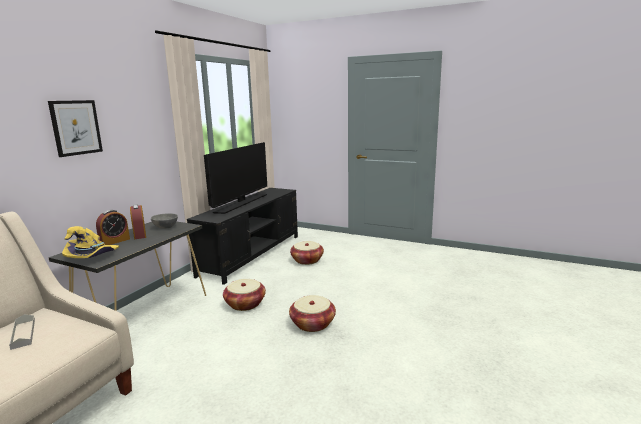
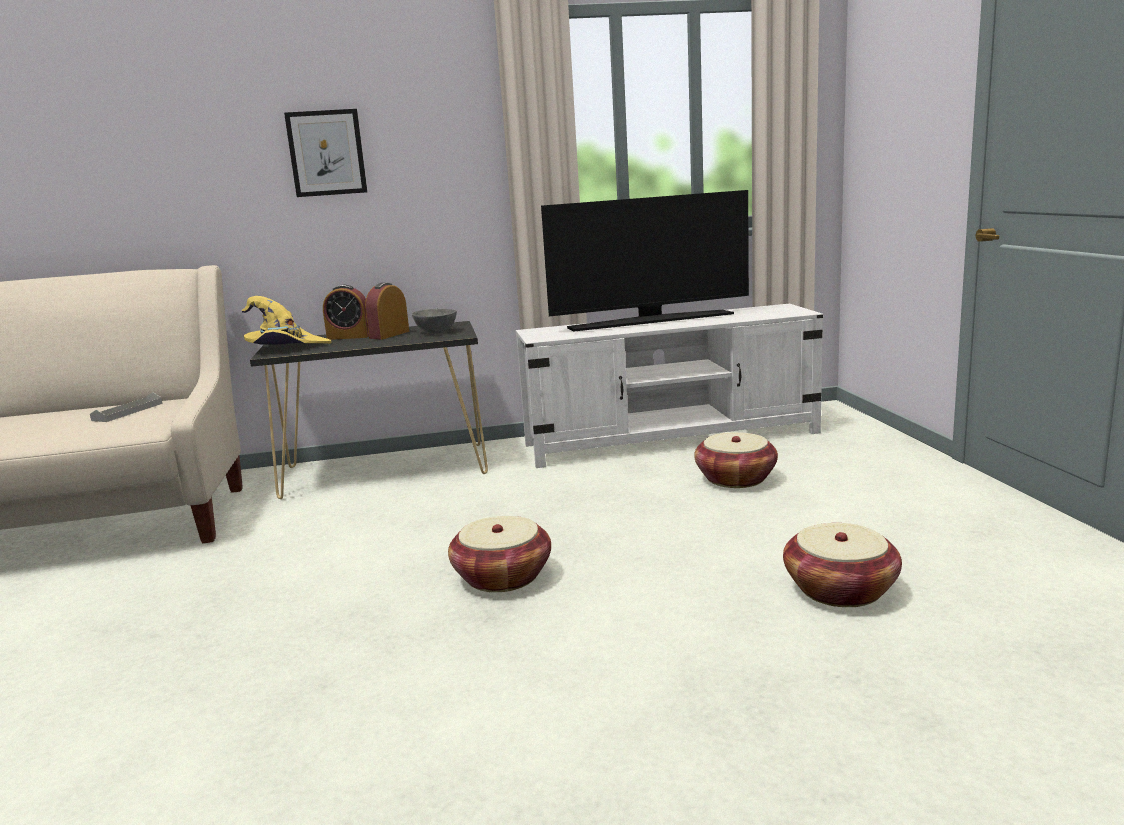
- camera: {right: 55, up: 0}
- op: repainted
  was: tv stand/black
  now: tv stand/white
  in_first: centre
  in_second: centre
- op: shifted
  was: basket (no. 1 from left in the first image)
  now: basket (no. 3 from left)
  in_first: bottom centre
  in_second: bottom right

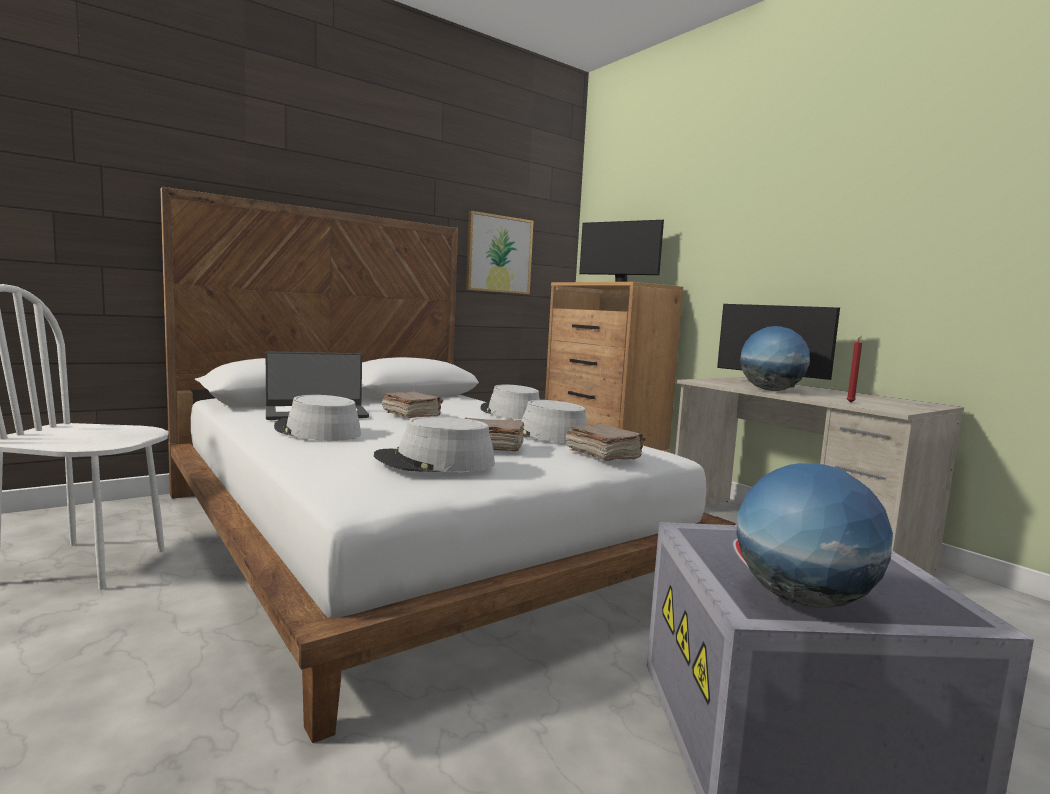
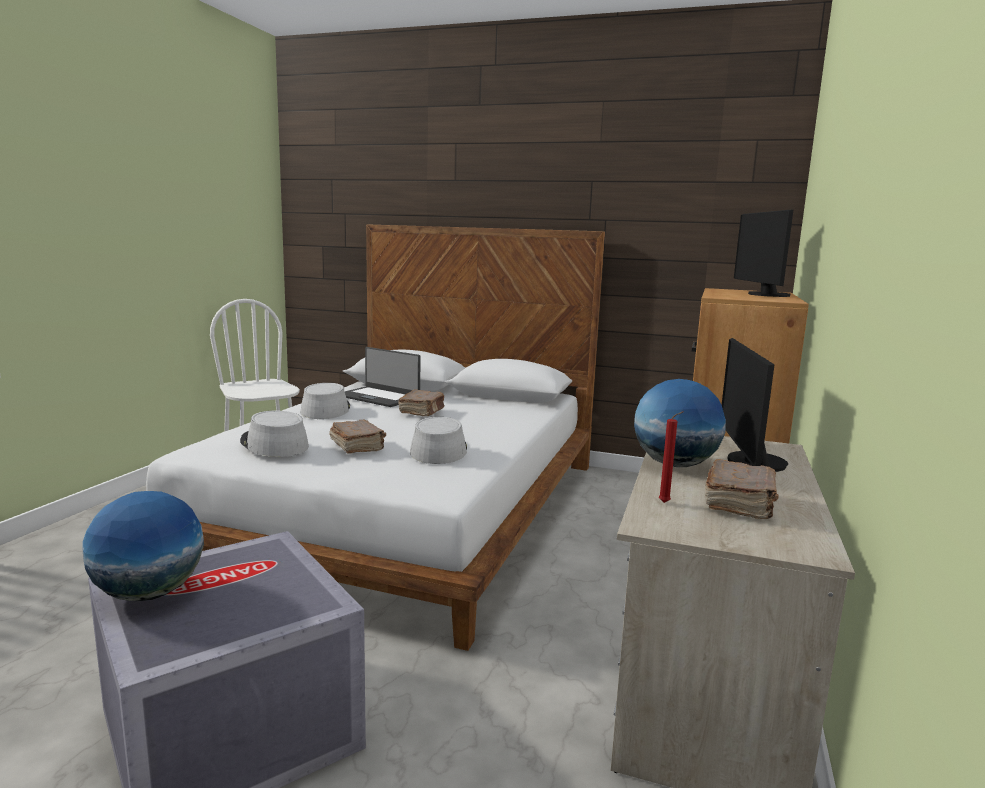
- camera: {right: 55, up: 5}
- op: gone
  was: picture
  in_first: top centre
- op: gone
  was: hat/grey (no. 3 from left)
  in_first: centre
- op: shifted
  was: book/brown (no. 3 from left)
  in_first: centre
  in_second: middle right

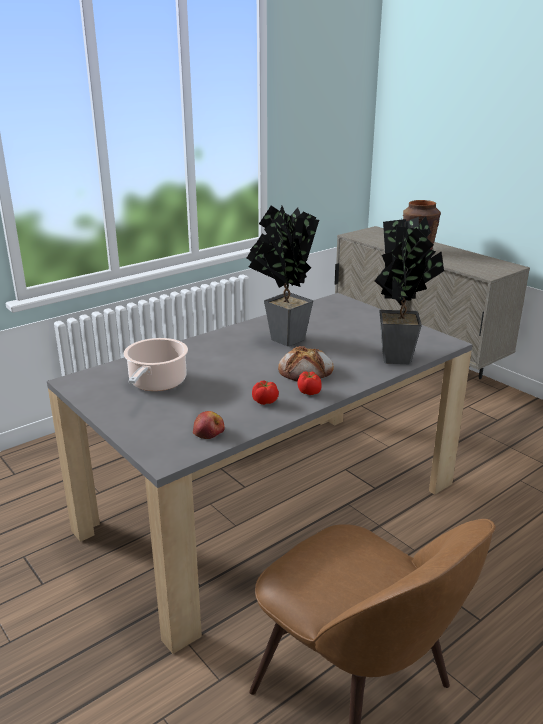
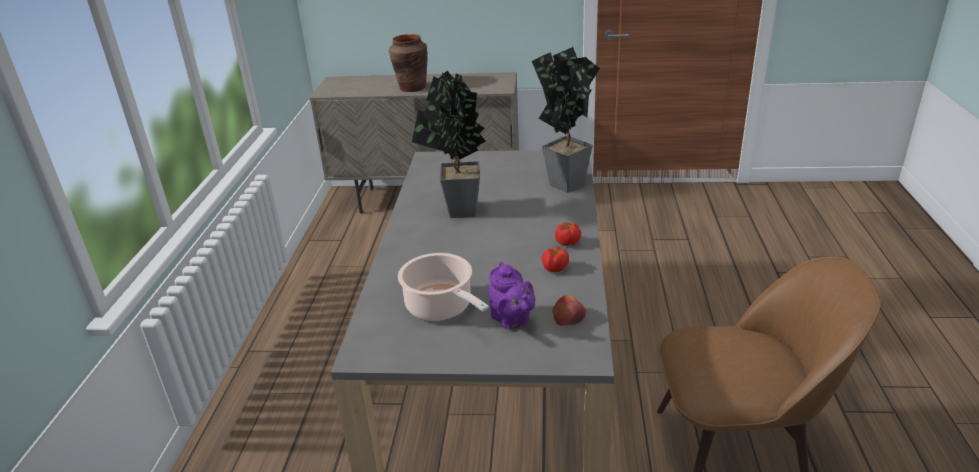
- camera: {right: -45, up: 5}
- op: gone
  was: bread
  in_first: centre
- op: new
  now: teapot/purple
  in_second: centre

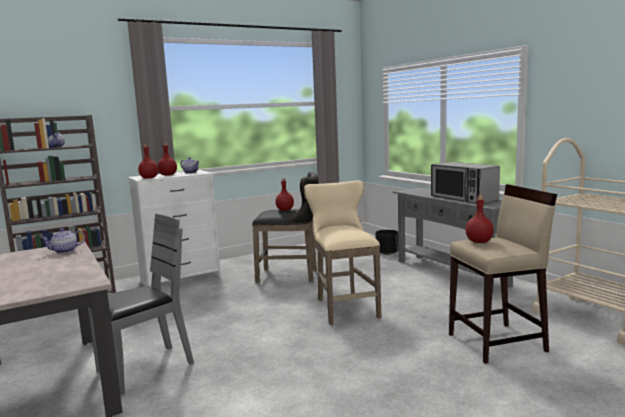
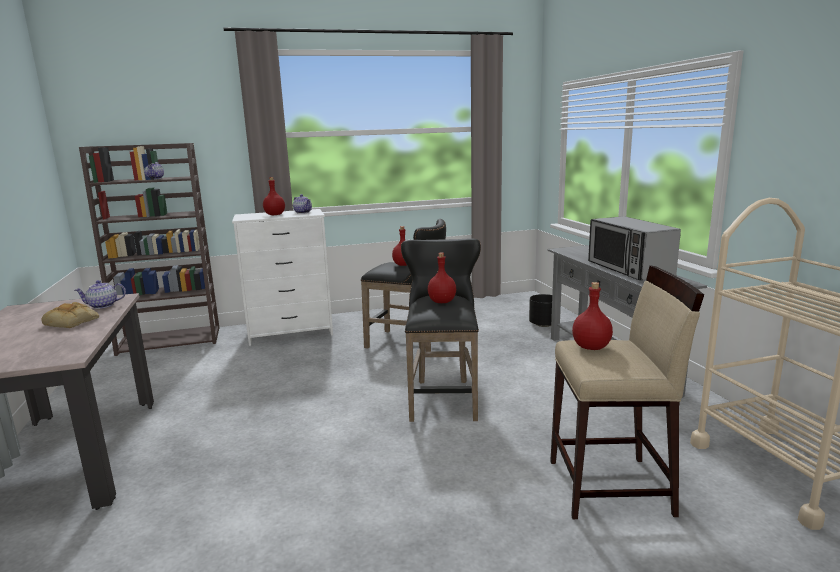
- camera: {right: 15, up: 5}
- op: shifted
  was: bottle/red (no. 1 from left in the first image)
  now: bottle/red (no. 3 from left)
  in_first: middle left
  in_second: centre
- op: repainted
  was: stool/beige (no. 1 from left)
  now: stool/black (no. 2 from left)
  in_first: centre
  in_second: centre
- op: gone
  was: chair/grey
  in_first: bottom left
- op: new
  now: bread
  in_second: middle left

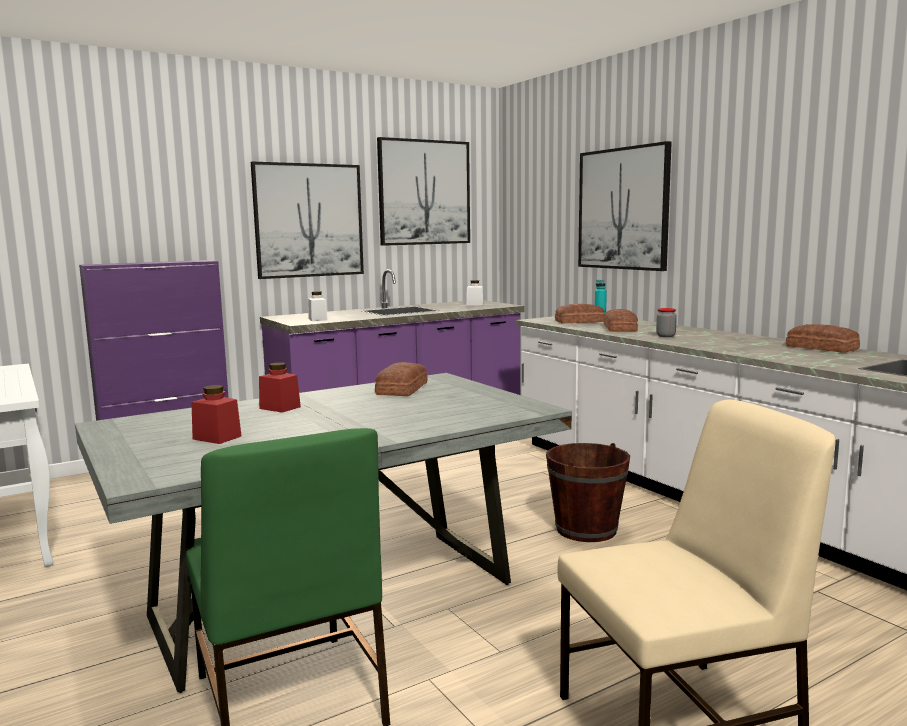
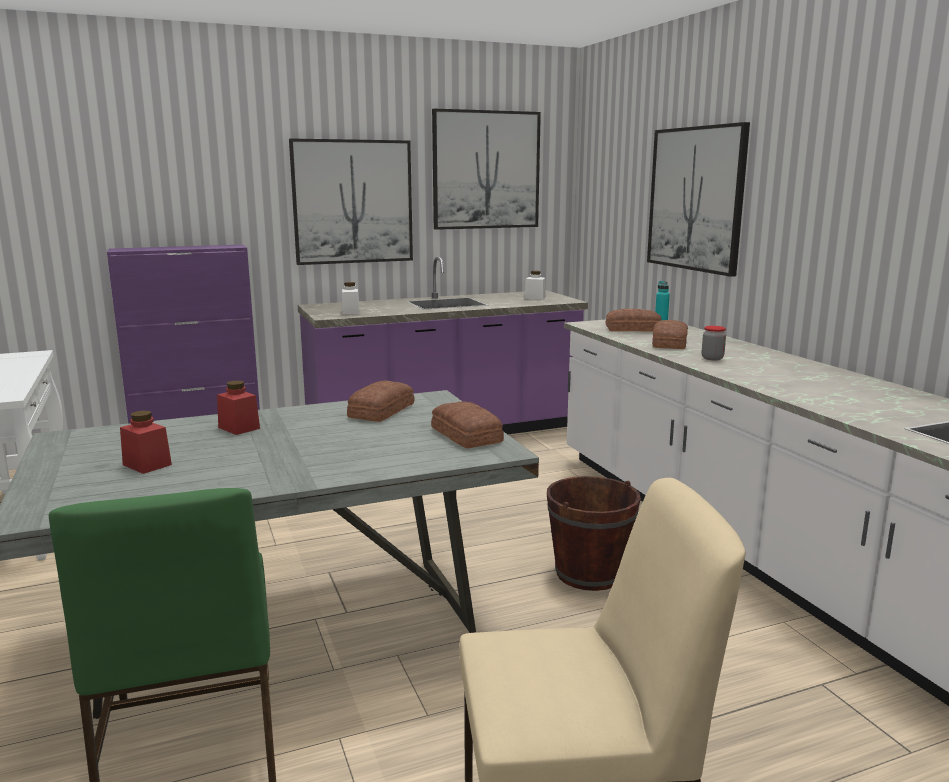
- camera: {right: 10, up: 5}
- op: shifted
  was: bread (no. 4 from left in the first image)
  now: bread (no. 2 from left)
  in_first: middle right
  in_second: centre

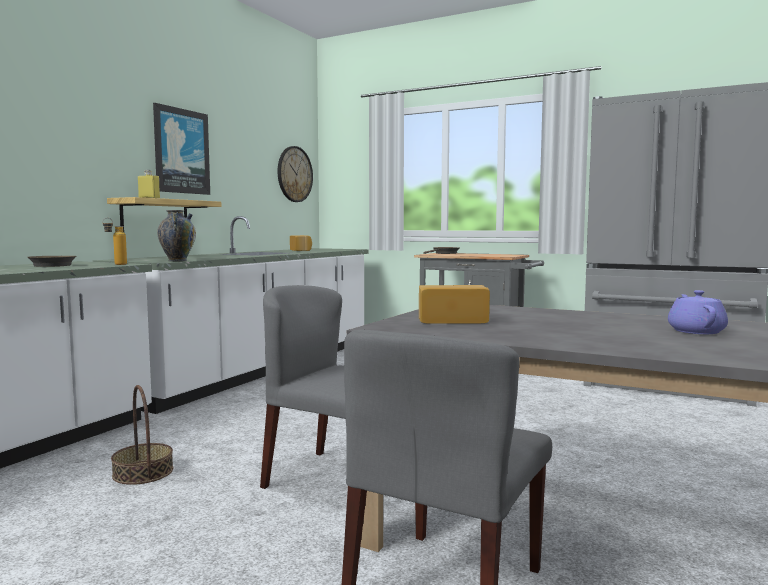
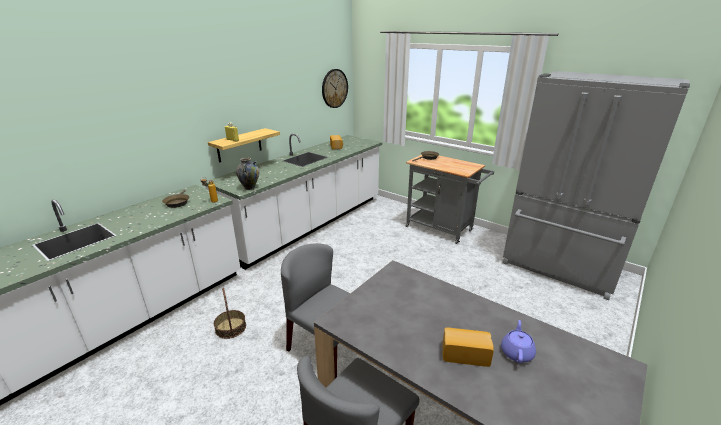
- camera: {right: 10, up: 20}
- op: gone
  was: picture
  in_first: top left
- op: shifted
  was: bread (no. 2 from left)
  in_first: centre
  in_second: bottom centre

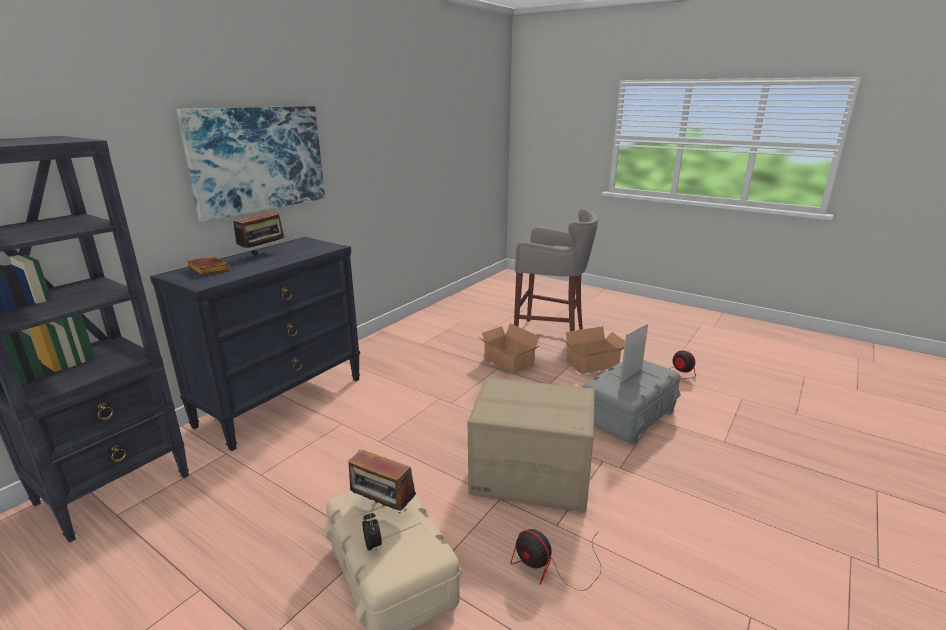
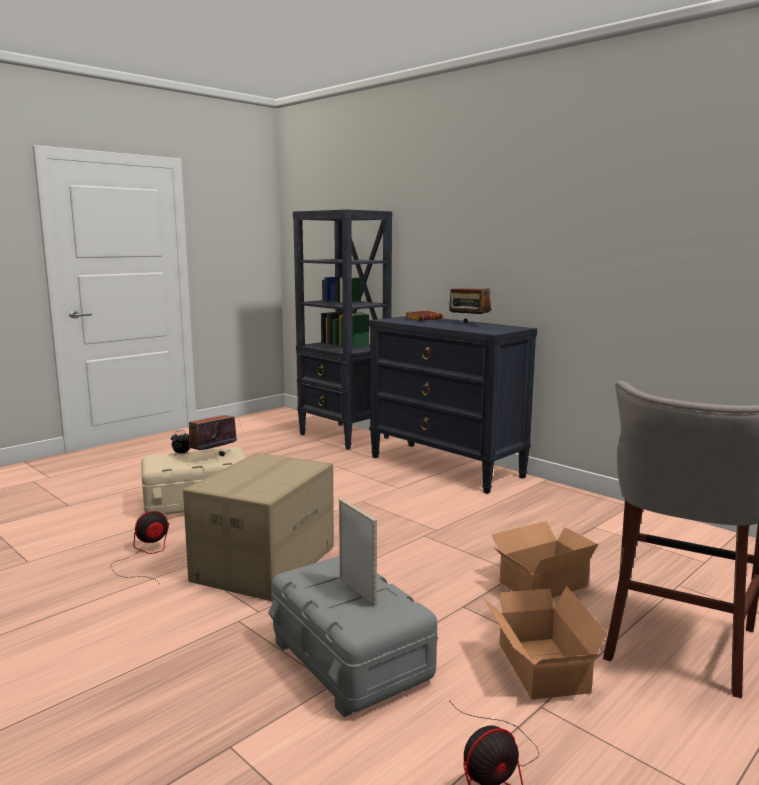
- camera: {right: 100, up: -10}
- op: gone
  was: picture
  in_first: top left

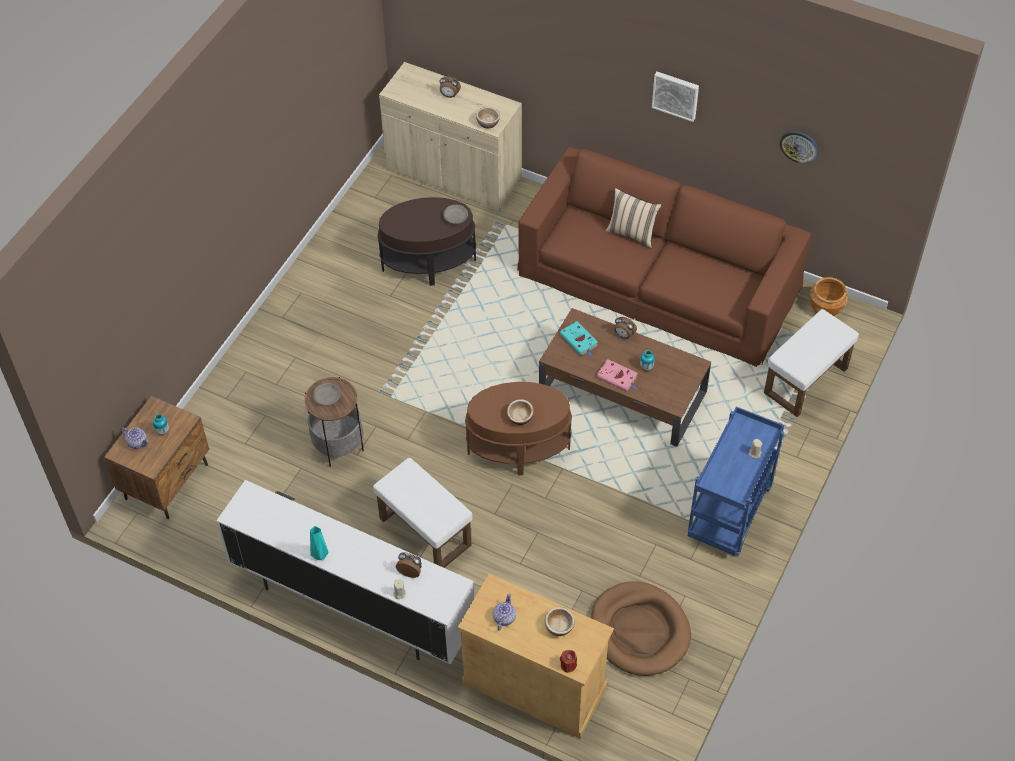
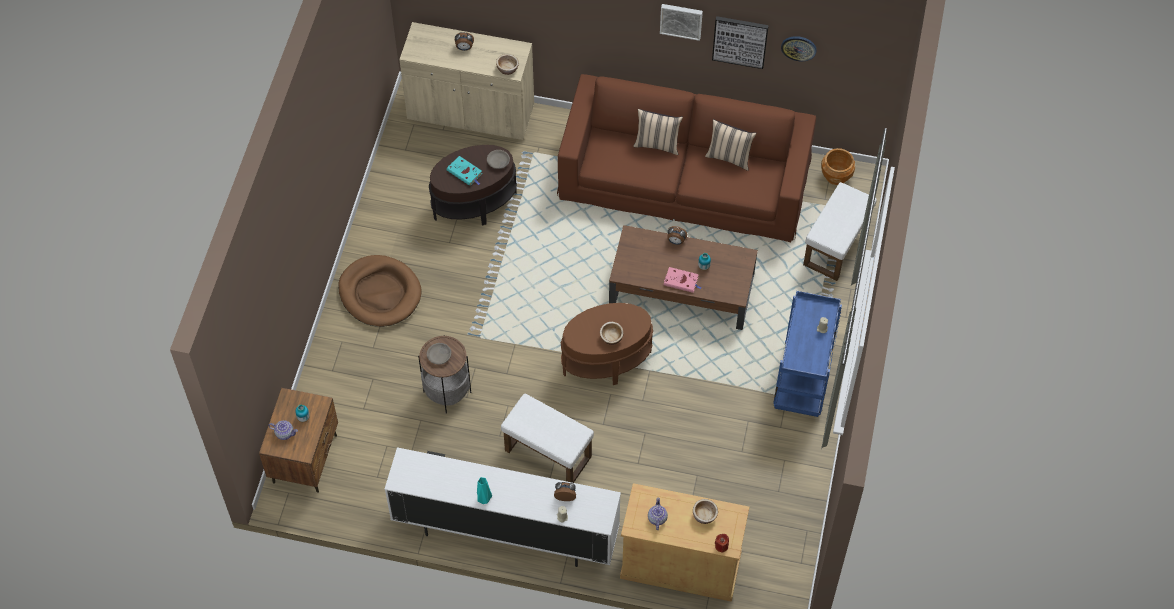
- camera: {right: -15, up: 5}
- op: shifted
  was: book/turquoise
  in_first: centre
  in_second: top centre
- op: shifted
  was: dog bed/brown
  in_first: bottom centre
  in_second: middle left
- op: new
  now: picture (no. 2 from left)
  in_second: top centre
- op: new
  now: pillow/beige (no. 2 from left)
  in_second: top centre

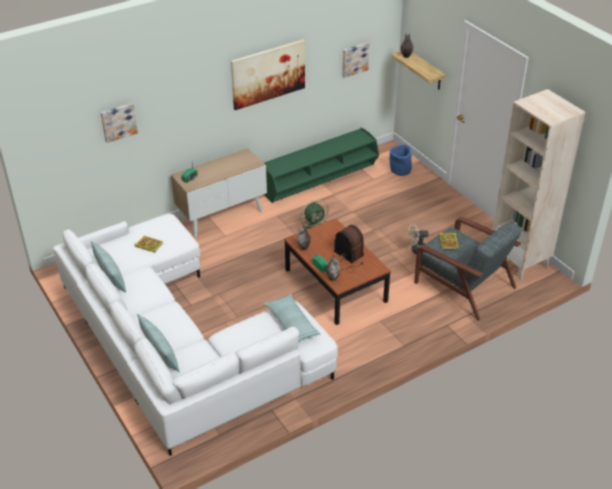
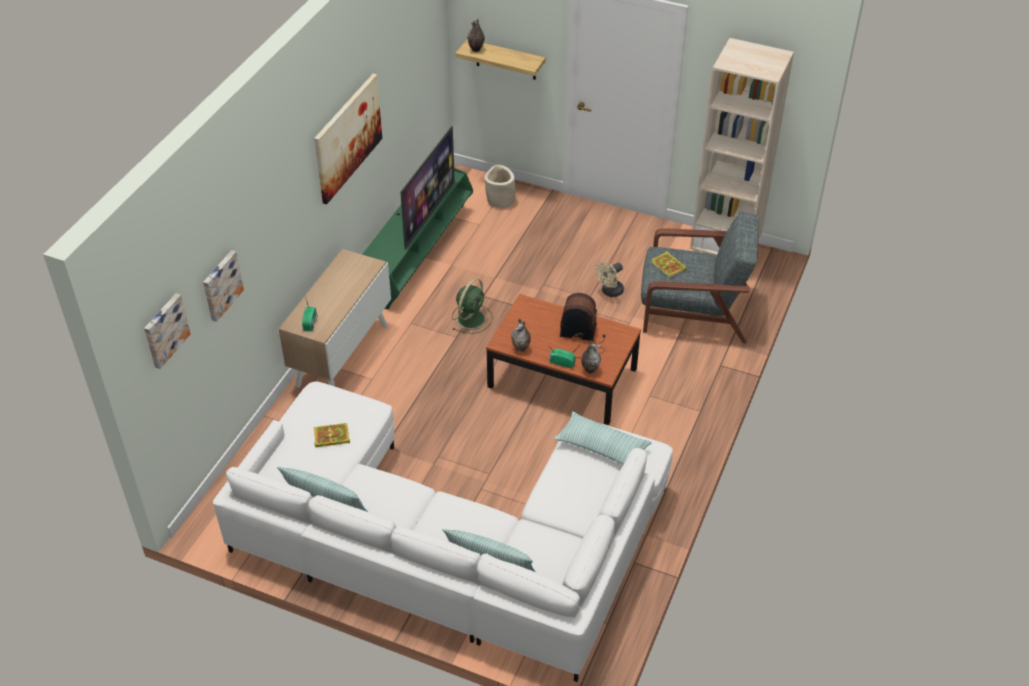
- camera: {right: -35, up: 5}
- op: shifted
  was: picture (no. 3 from left in the first image)
  now: picture (no. 1 from left)
  in_first: top centre
  in_second: middle left
- op: repainted
  was: planter/blue
  now: planter/beige
  in_first: top centre
  in_second: top centre
- op: new
  now: television
  in_second: top centre

